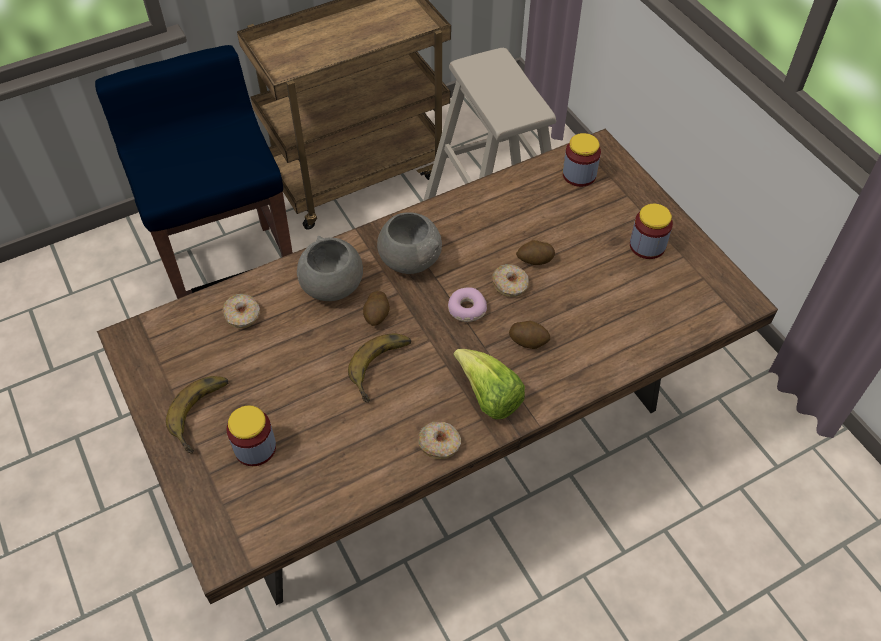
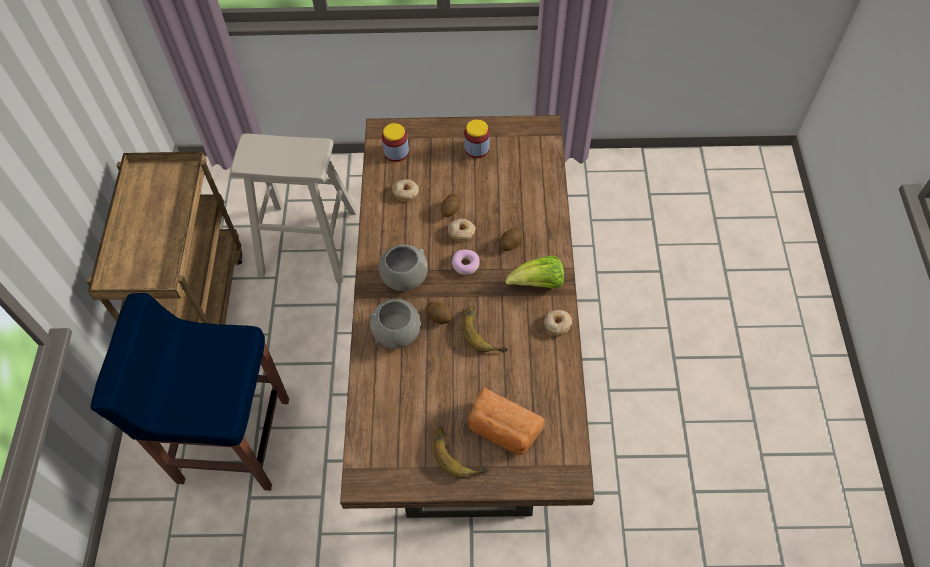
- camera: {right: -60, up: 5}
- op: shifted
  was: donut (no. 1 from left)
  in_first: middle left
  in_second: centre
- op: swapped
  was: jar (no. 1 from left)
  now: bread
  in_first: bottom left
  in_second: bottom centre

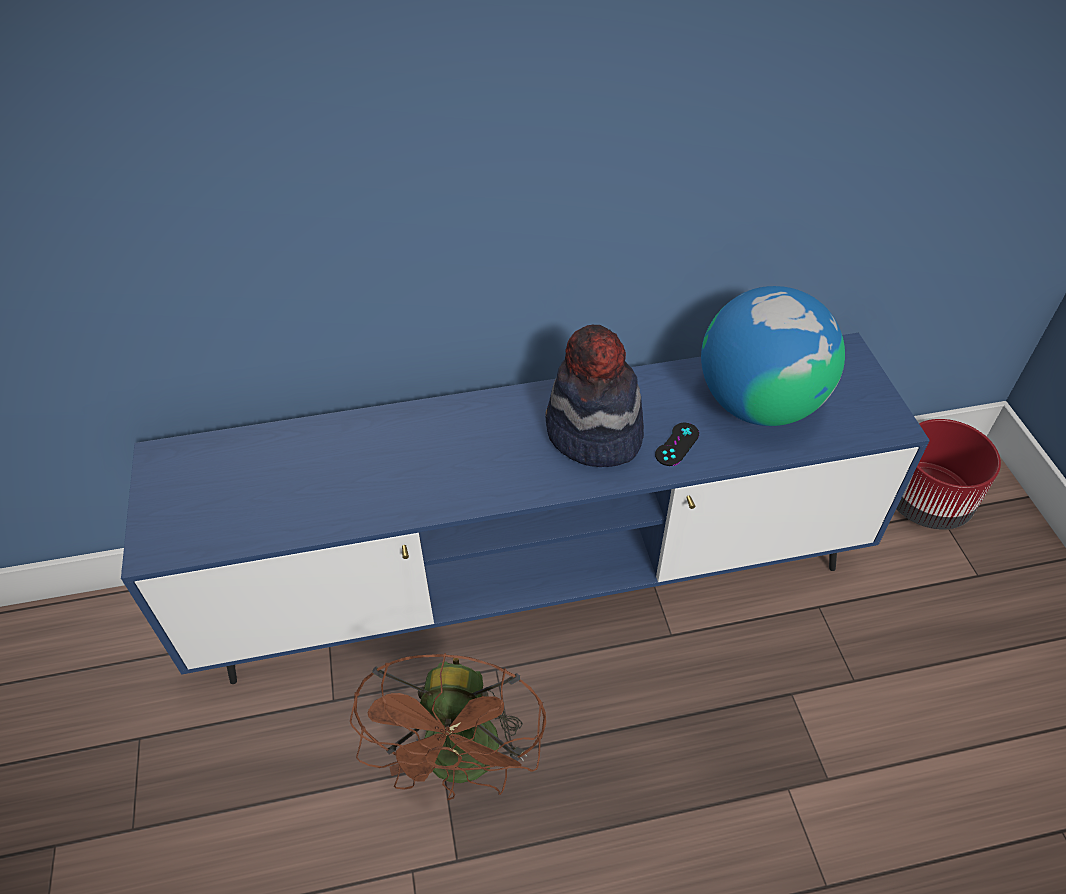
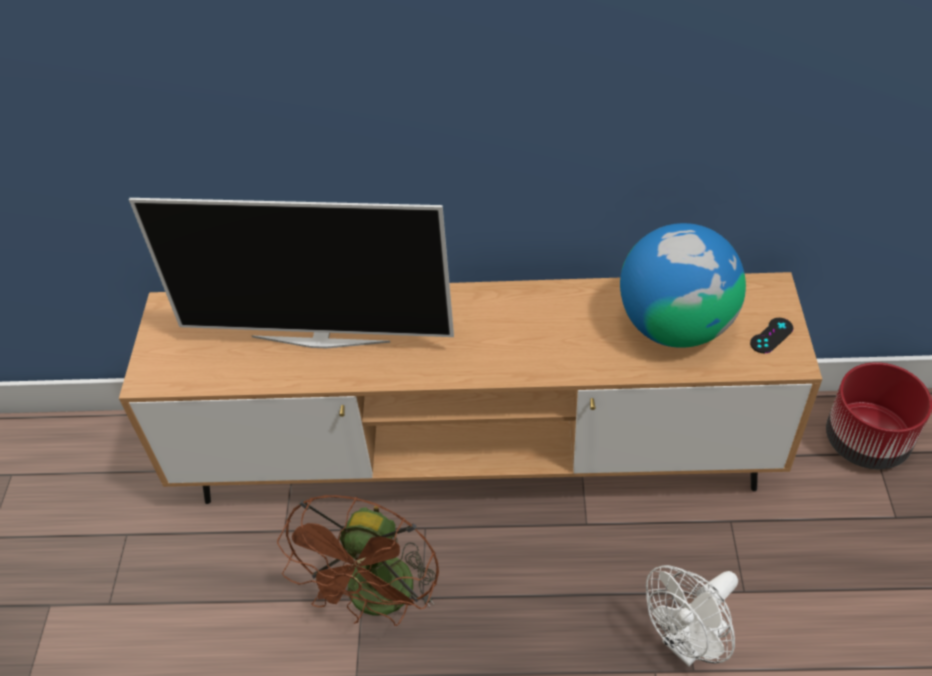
- camera: {right: 15, up: 0}
- op: gone
  was: hat
  in_first: centre
- op: repainted
  was: tv stand/blue
  now: tv stand/brown
  in_first: centre
  in_second: centre
- op: shifted
  was: game controller/black
  in_first: centre
  in_second: middle right
- op: new
  now: television
  in_second: middle left
- op: new
  now: fan/white
  in_second: bottom right

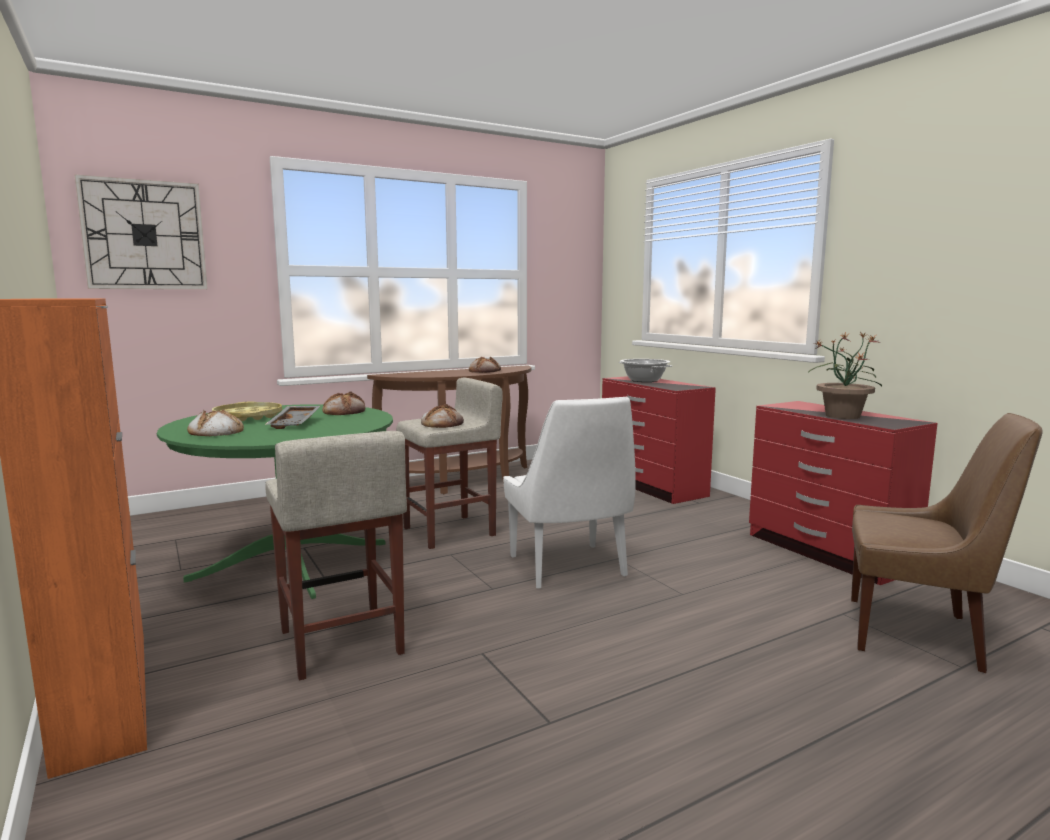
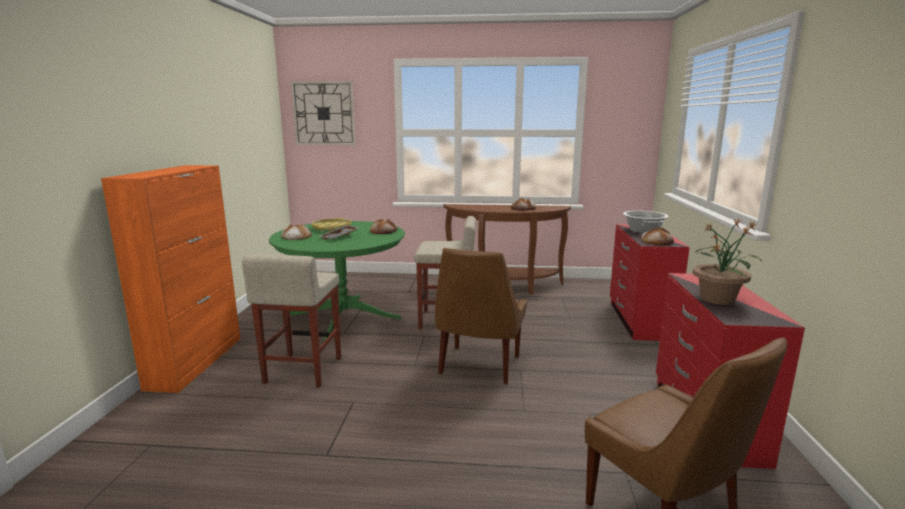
- camera: {right: 35, up: 5}
- op: repainted
  was: chair/white
  now: chair/brown (no. 1 from left)
  in_first: centre
  in_second: centre
- op: shifted
  was: bread (no. 3 from left in the first image)
  now: bread (no. 4 from left)
  in_first: centre
  in_second: middle right

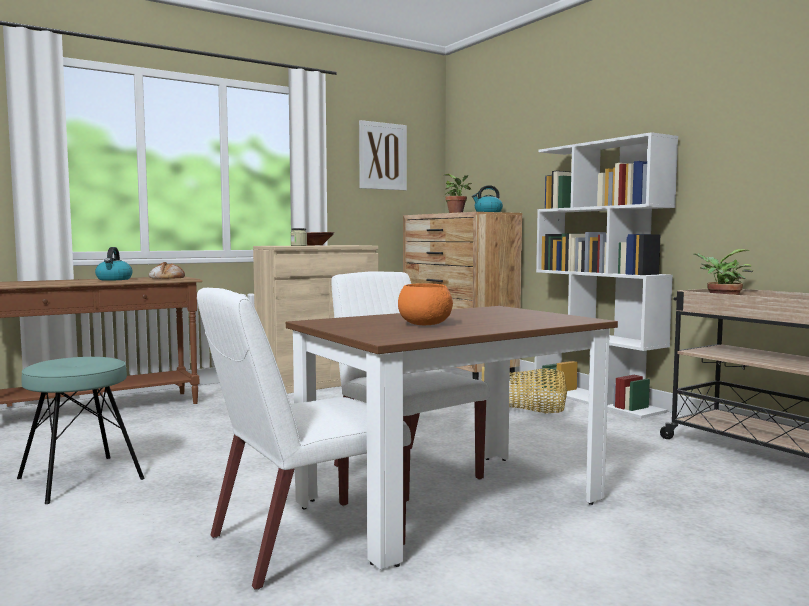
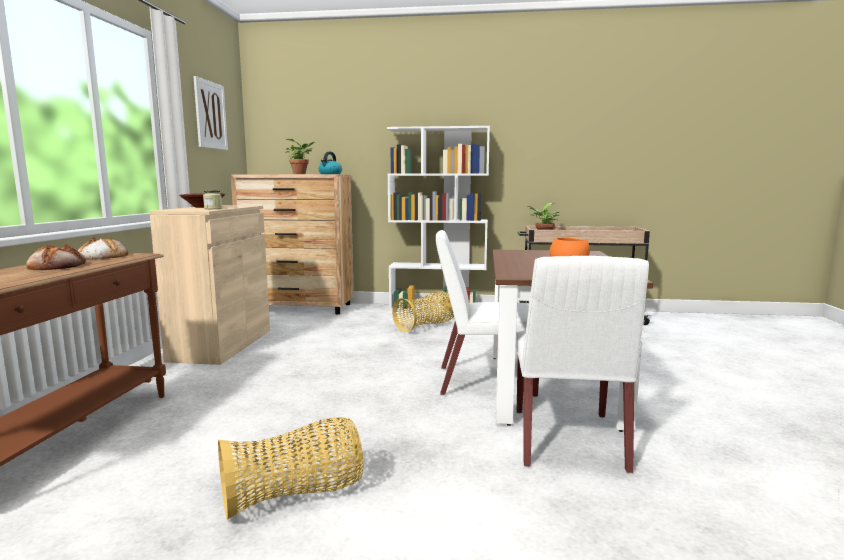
- camera: {right: -50, up: 5}
- op: swapped
  was: kettle (no. 1 from left)
  now: bread (no. 1 from left)
  in_first: middle left
  in_second: middle left
- op: swapped
  was: stool/turquoise
  now: basket (no. 1 from left)
  in_first: bottom left
  in_second: bottom centre

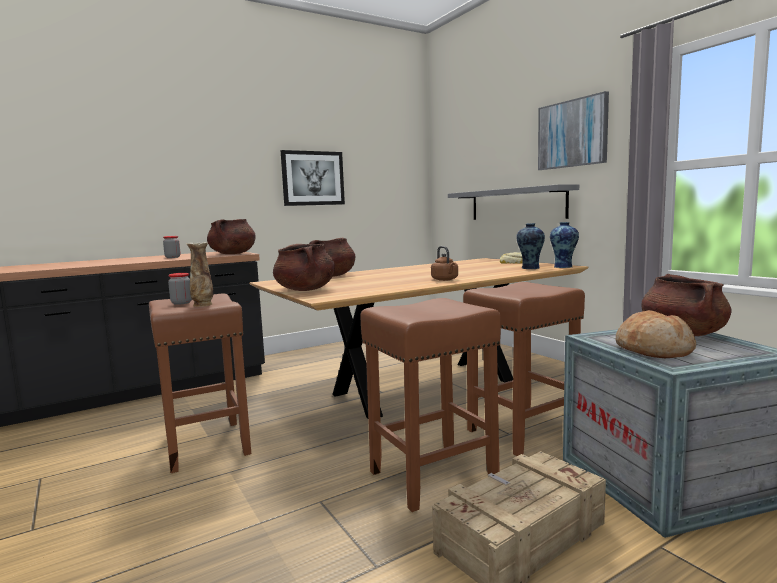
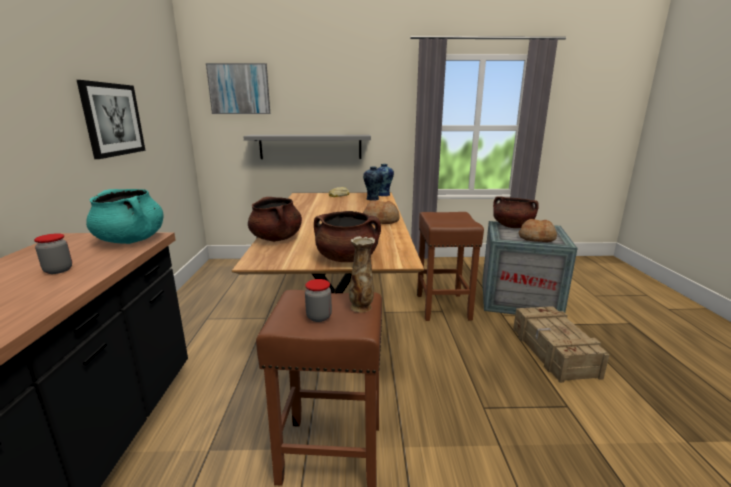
- camera: {right: -60, up: 10}
- op: shifted
  was: picture (no. 2 from left)
  in_first: top right
  in_second: top left
- op: repainted
  was: cooking pot/brown (no. 1 from left)
  now: cooking pot/turquoise
  in_first: middle left
  in_second: middle left
- op: swapped
  was: kettle/brown
  now: bread (no. 2 from left)
  in_first: centre
  in_second: centre
- op: gone
  was: stool/brown (no. 2 from left)
  in_first: bottom centre

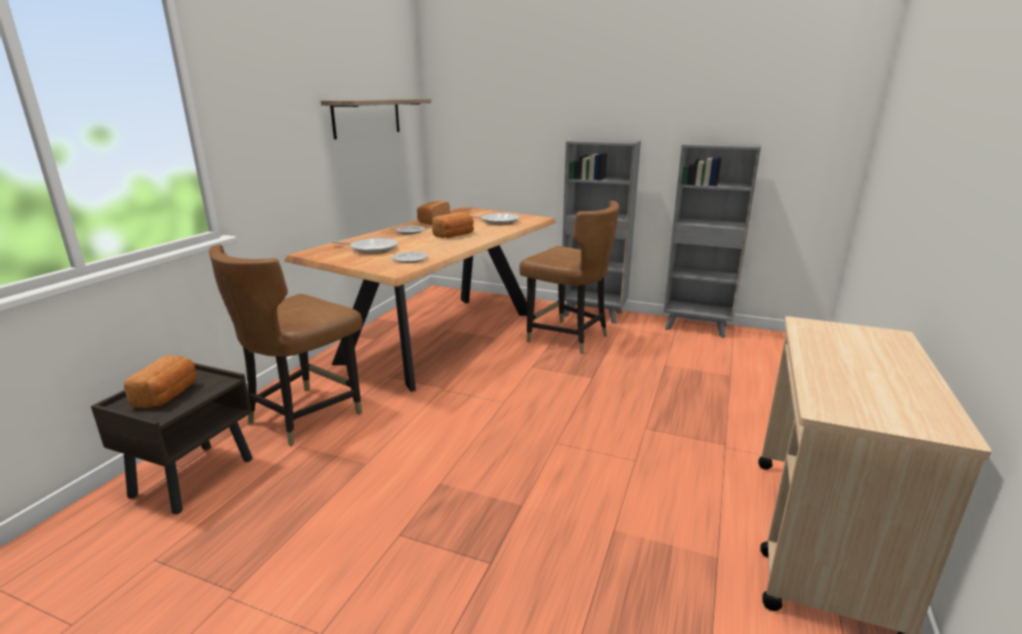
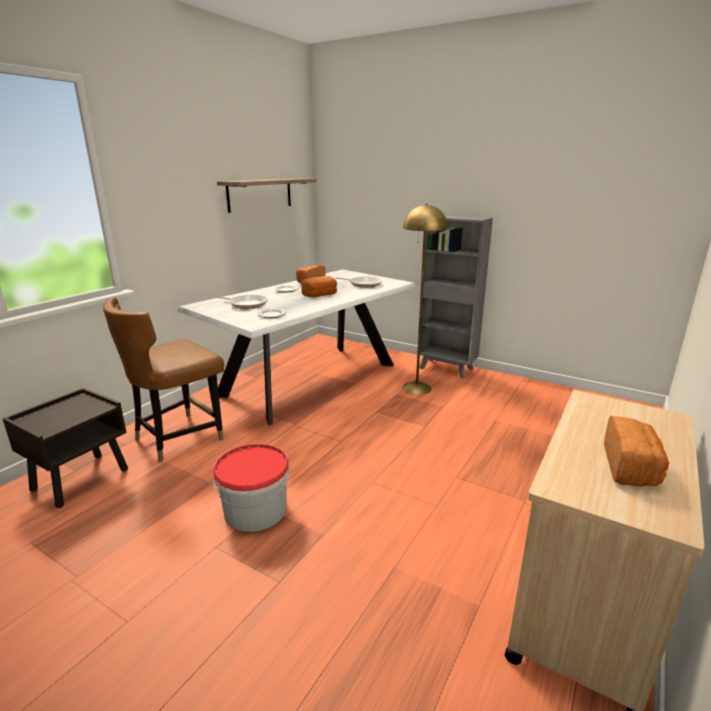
- camera: {right: 10, up: 0}
- op: gone
  was: bookcase/grey (no. 2 from left)
  in_first: middle right
- op: swapped
  was: chair/brown (no. 2 from left)
  now: floor lamp/yellow
  in_first: centre
  in_second: centre
- op: repainted
  was: dining table/brown
  now: dining table/white
  in_first: centre
  in_second: centre
- op: shifted
  was: bread (no. 1 from left in the first image)
  now: bread (no. 3 from left)
  in_first: middle left
  in_second: middle right
- op: new
  now: bucket
  in_second: bottom centre

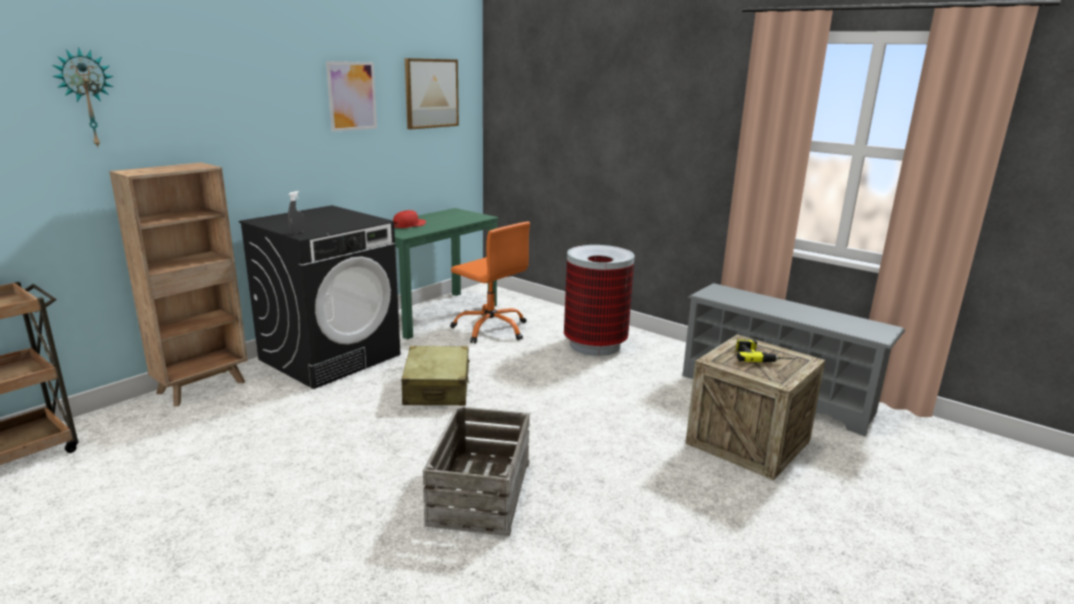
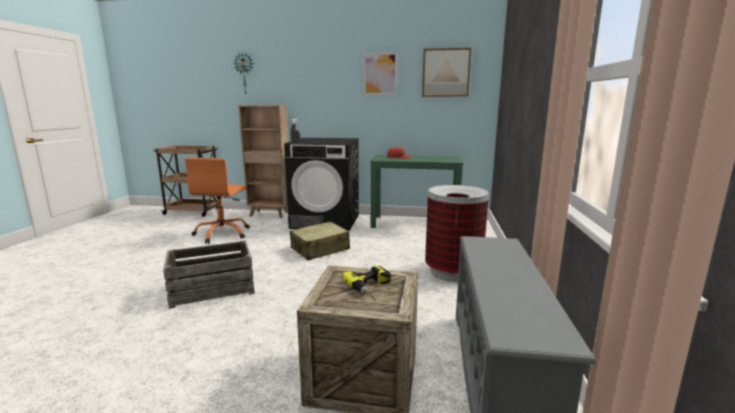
- camera: {right: 60, up: -5}
- op: shifted
  was: office chair/orange
  in_first: centre
  in_second: middle left

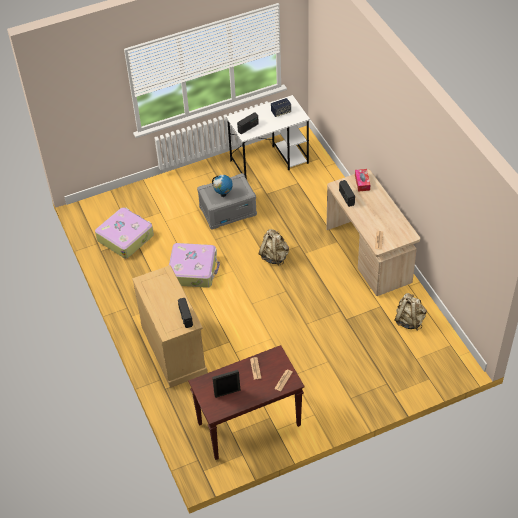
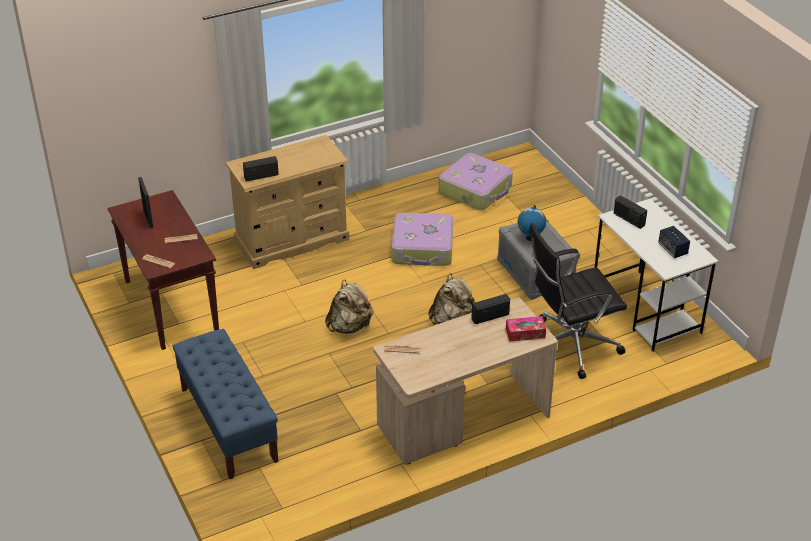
- camera: {right: 85, up: -10}
- op: shifted
  was: backpack/beige (no. 2 from left in the first image)
  now: backpack/beige (no. 1 from left)
  in_first: middle right
  in_second: centre
- op: new
  now: office chair/black
  in_second: middle right
- op: new
  now: bench/blue
  in_second: bottom left

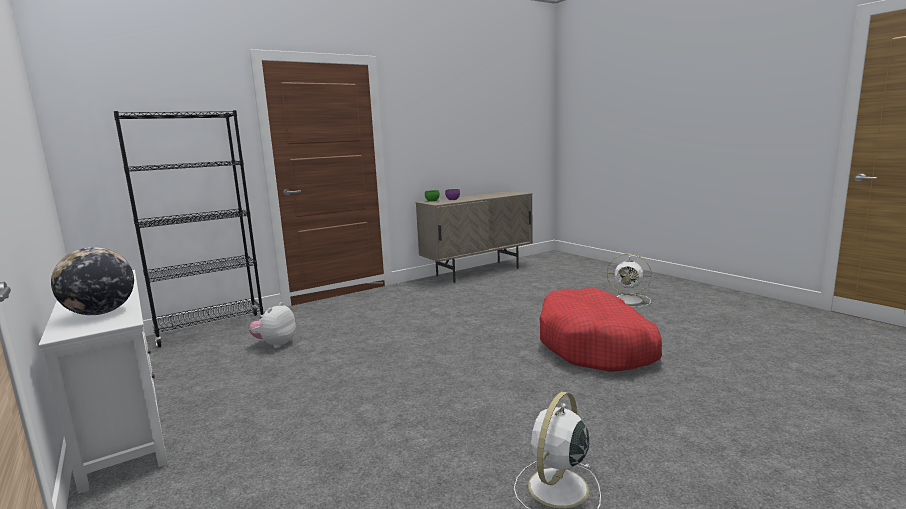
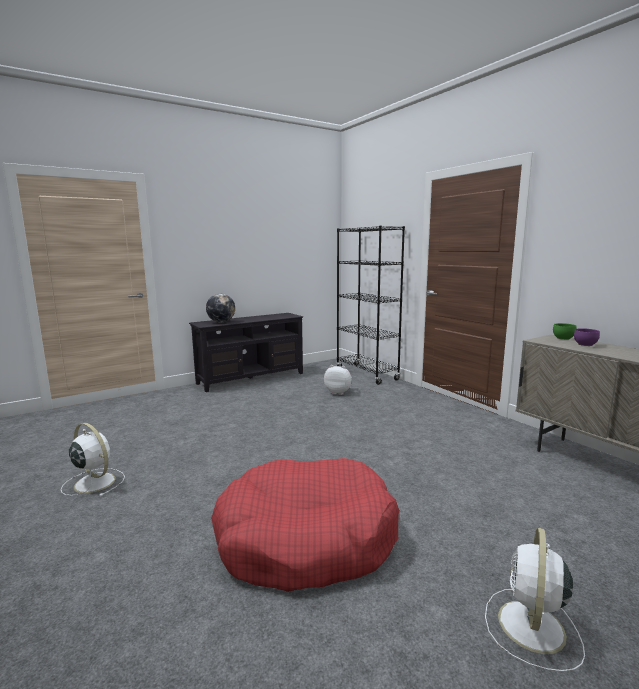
- camera: {right: 90, up: 0}
- op: repainted
  was: tv stand/white
  now: tv stand/black
  in_first: bottom left
  in_second: centre

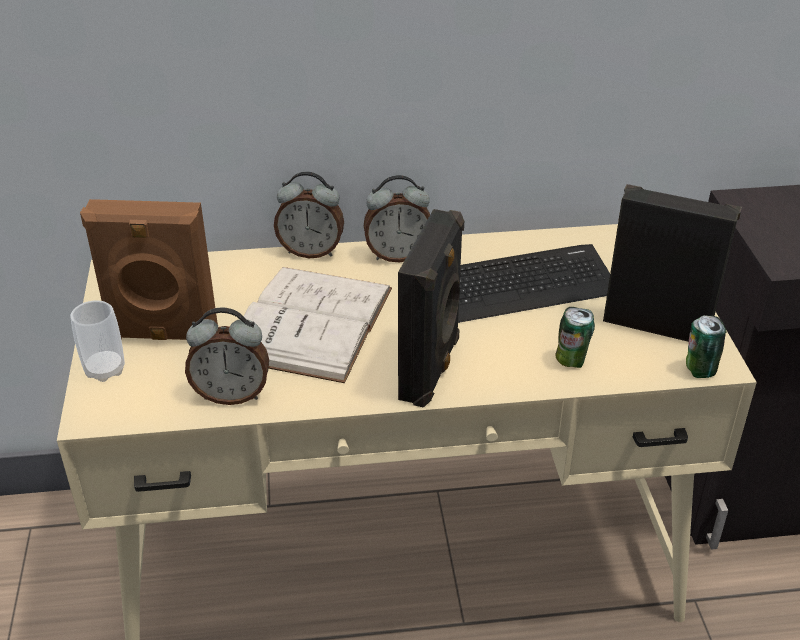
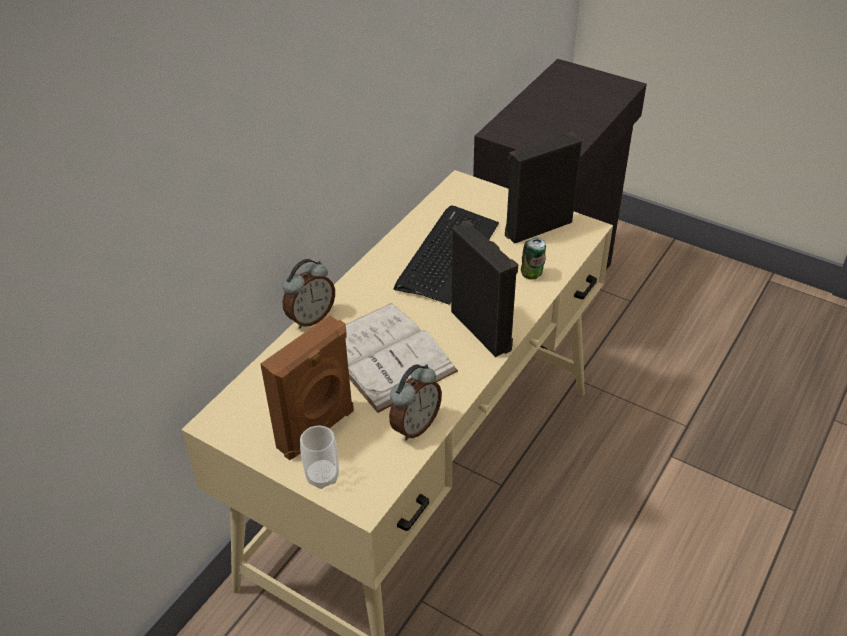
- camera: {right: -50, up: 5}
- op: gone
  was: alarm clock (no. 3 from left)
  in_first: centre
- op: gone
  was: can (no. 2 from left)
  in_first: middle right

